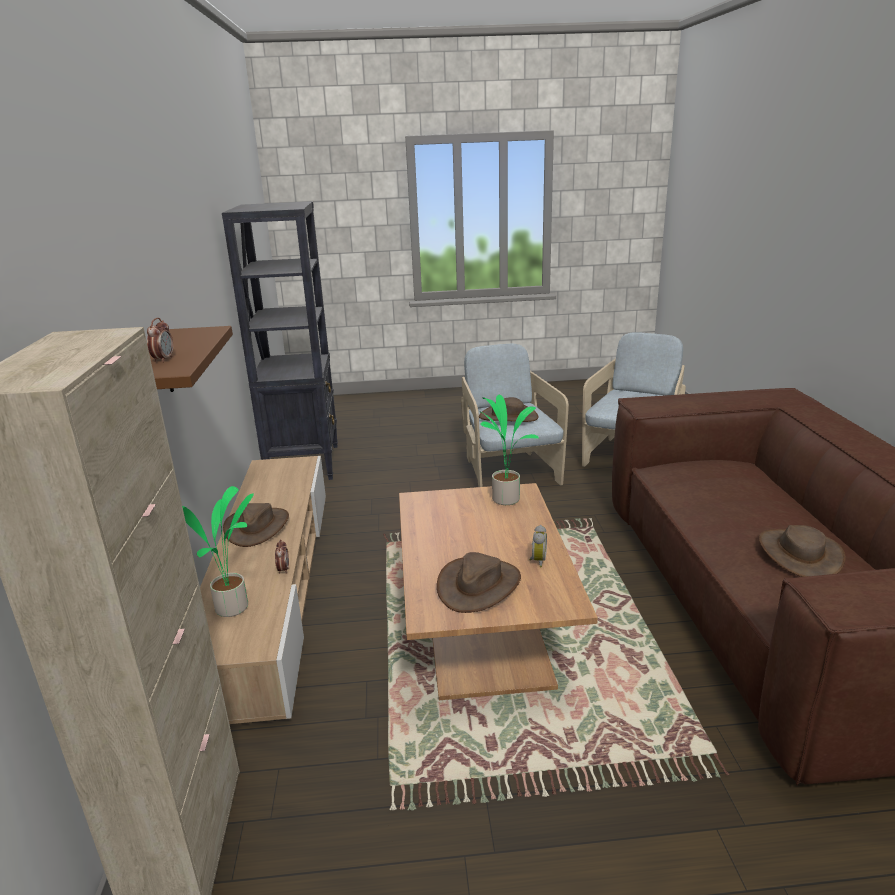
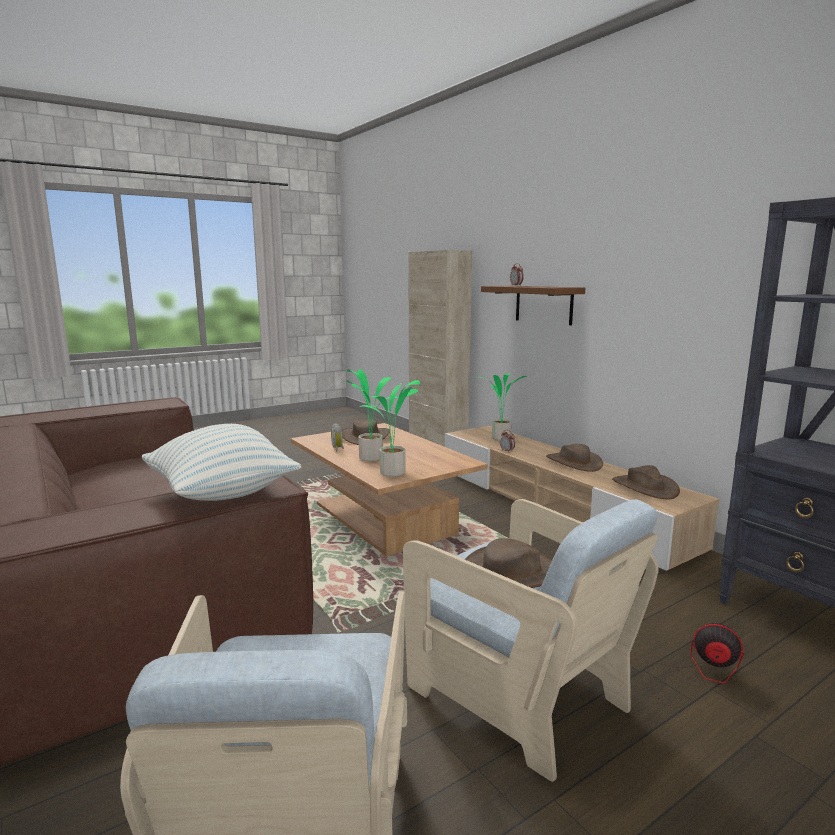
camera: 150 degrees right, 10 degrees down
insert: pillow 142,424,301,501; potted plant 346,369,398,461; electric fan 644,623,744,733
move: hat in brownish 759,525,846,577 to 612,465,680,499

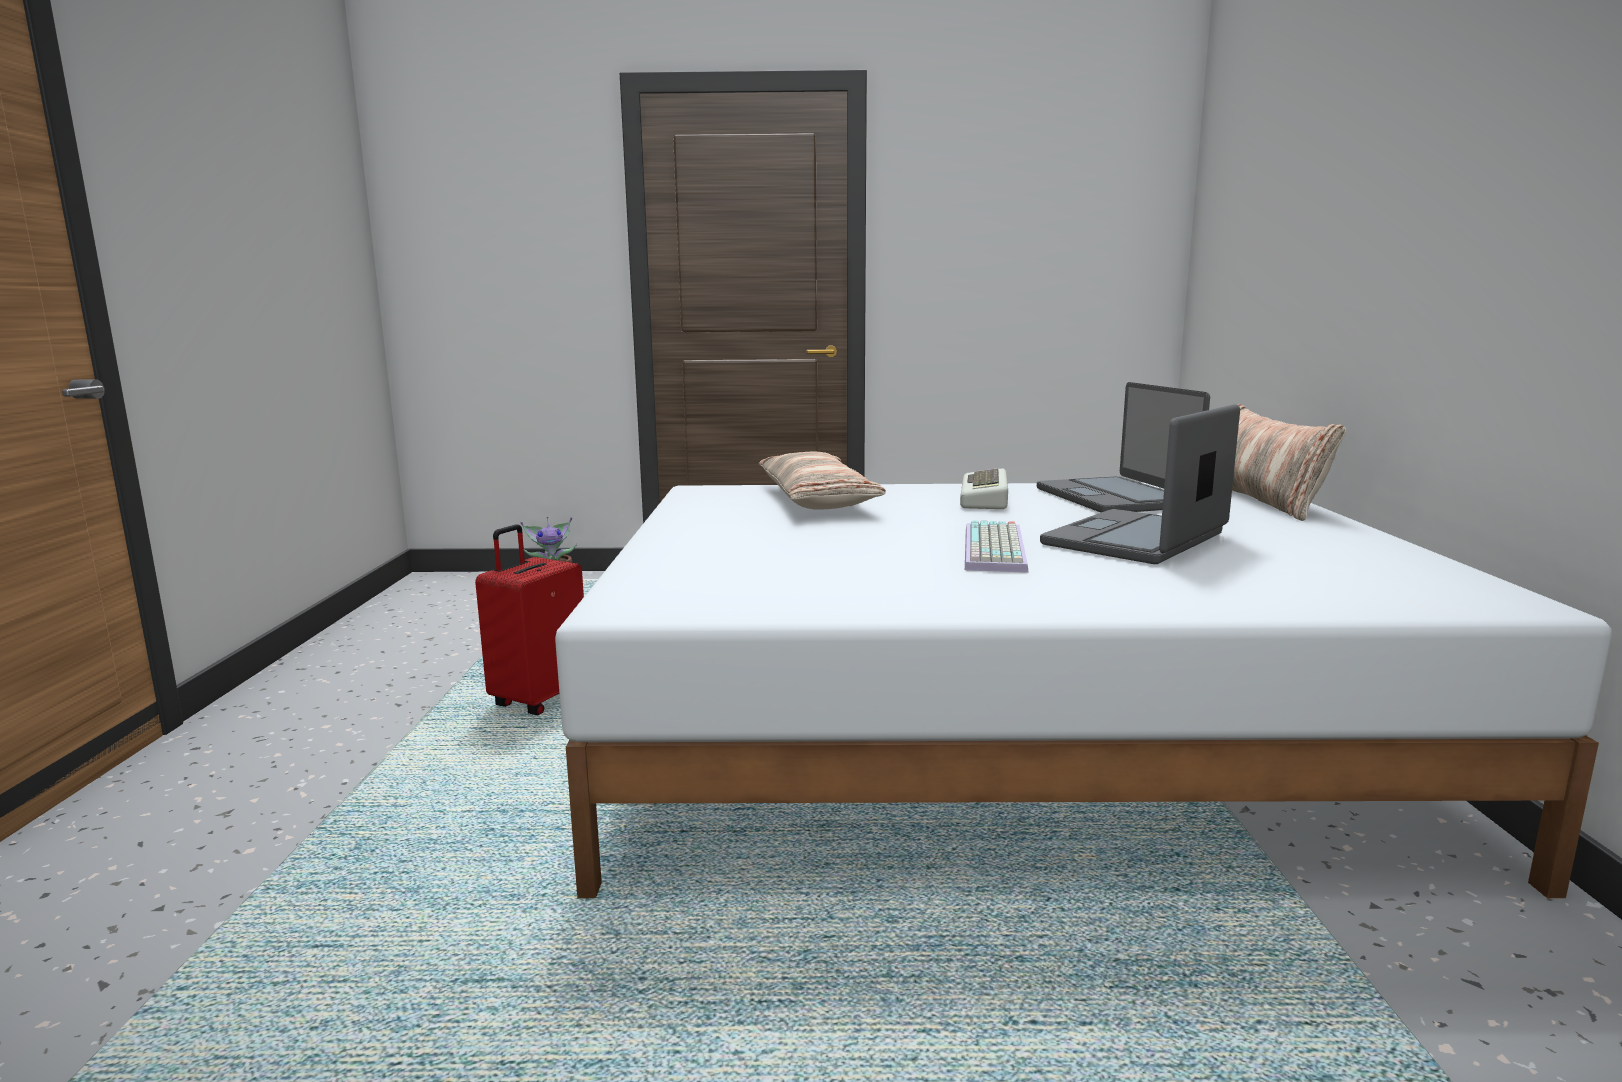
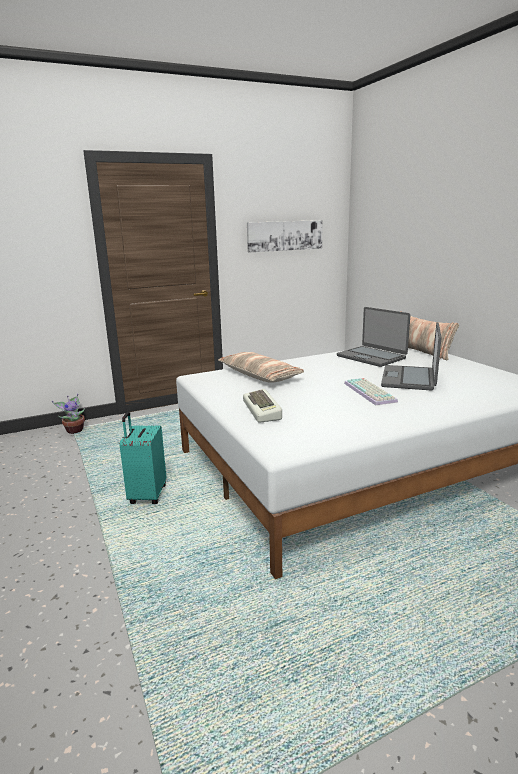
camera: 25 degrees left, 5 degrees up
insert: wall picture 247,220,323,252
move: keyboard 960,468,1008,509 to 243,389,282,423
recolor: suitcase in reddish 475,524,584,715 to suitcase in turquoise 120,412,166,504

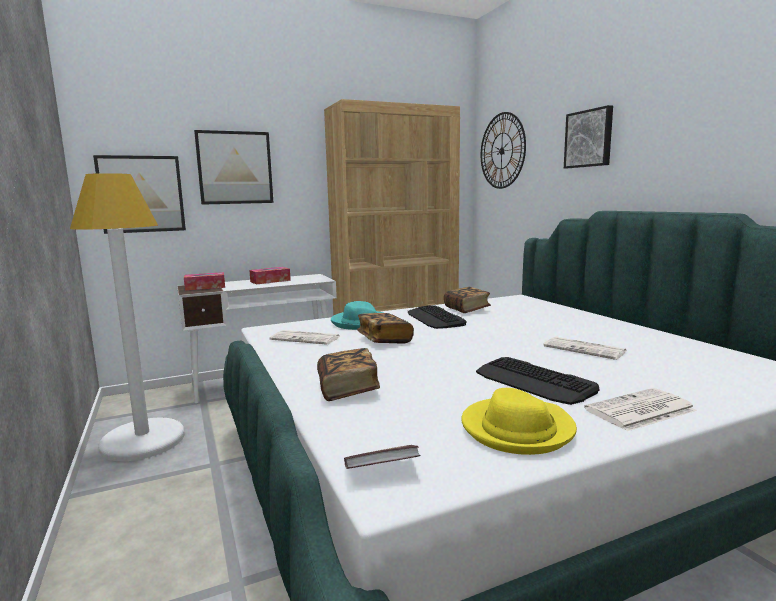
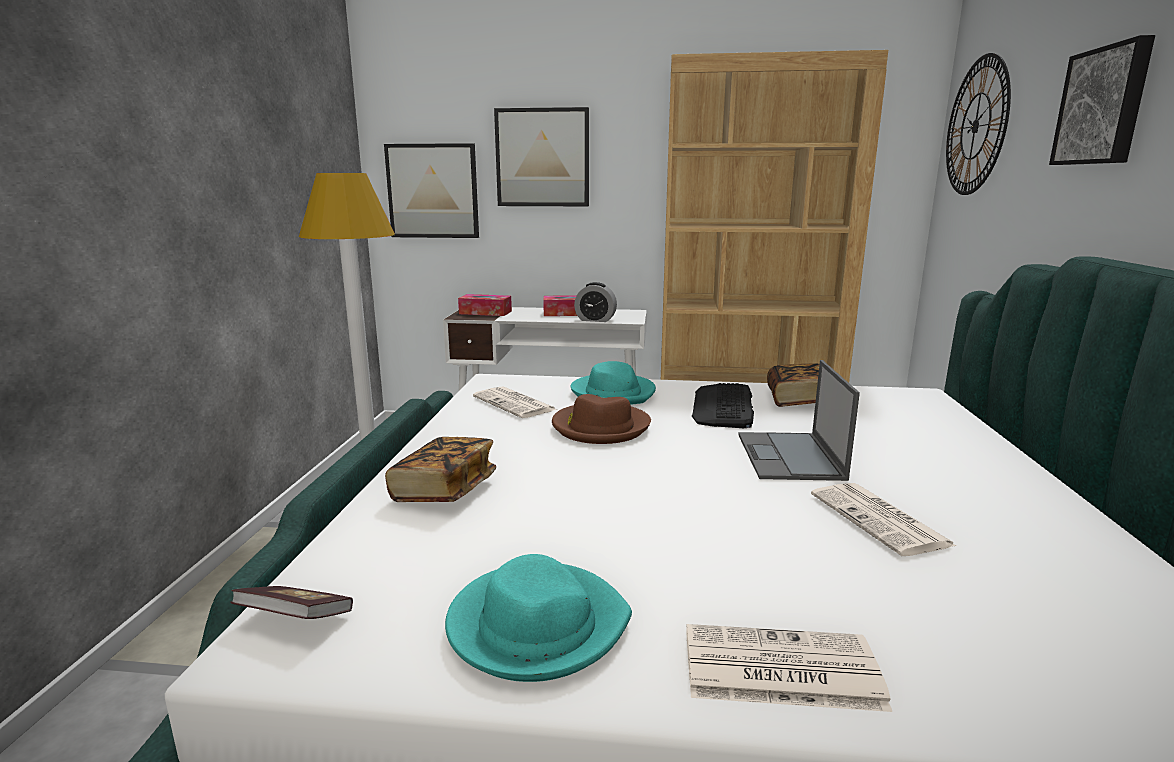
camera: 30 degrees right, 5 degrees up
delete: keyboard 476,357,599,405
insert: alarm clock 574,282,617,322; portable computer 738,360,860,481
replace: bound book 357,313,414,344 to hat in brownish 552,394,651,444
recolor: hat in yellow 461,388,577,455 to hat in turquoise 445,554,632,682

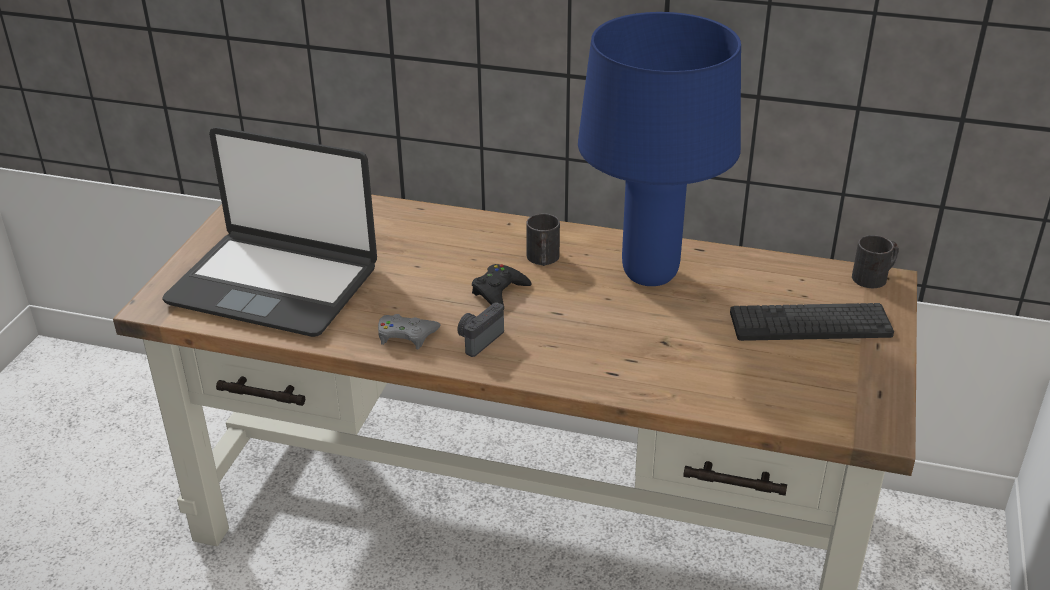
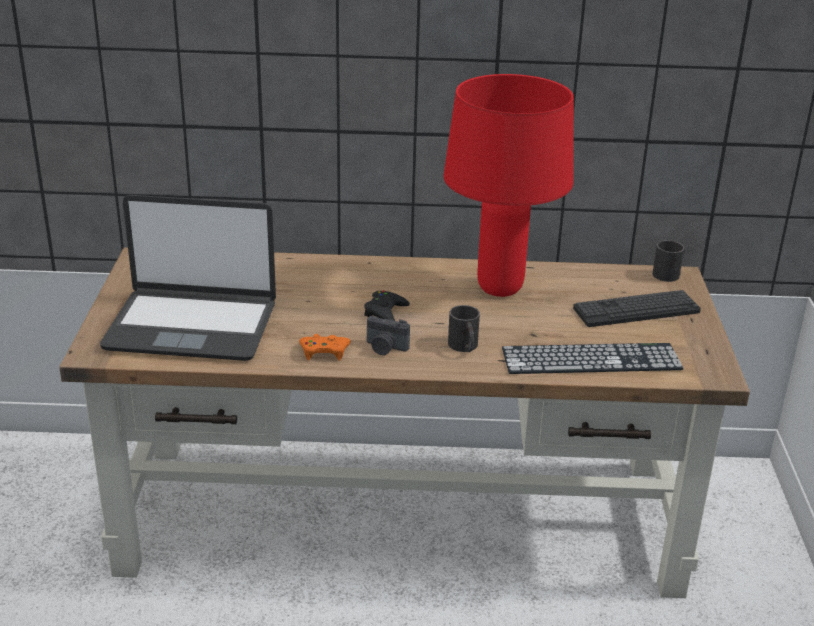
camera: 15 degrees left, 5 degrees down
insert: keyboard 502,343,683,374
move: coffee mug in black-coloured 526,213,560,266 to 448,305,480,352
recolor: joypad in greyish 378,314,441,349 to joypad in orange-coloured 299,334,351,360; table lamp in blue-coloured 578,12,741,286 to table lamp in reddish 443,74,574,297
rotate: photo camera 457,302,504,357 = 367,316,410,355 90 degrees counterclockwise

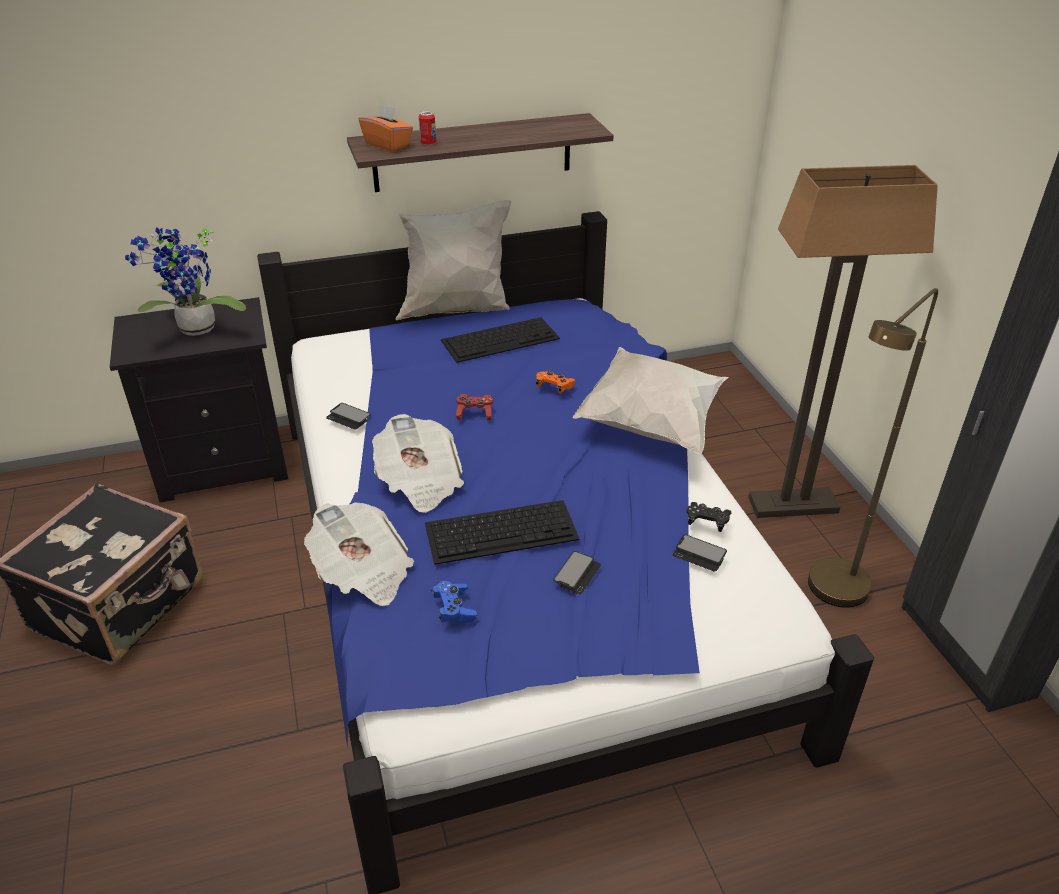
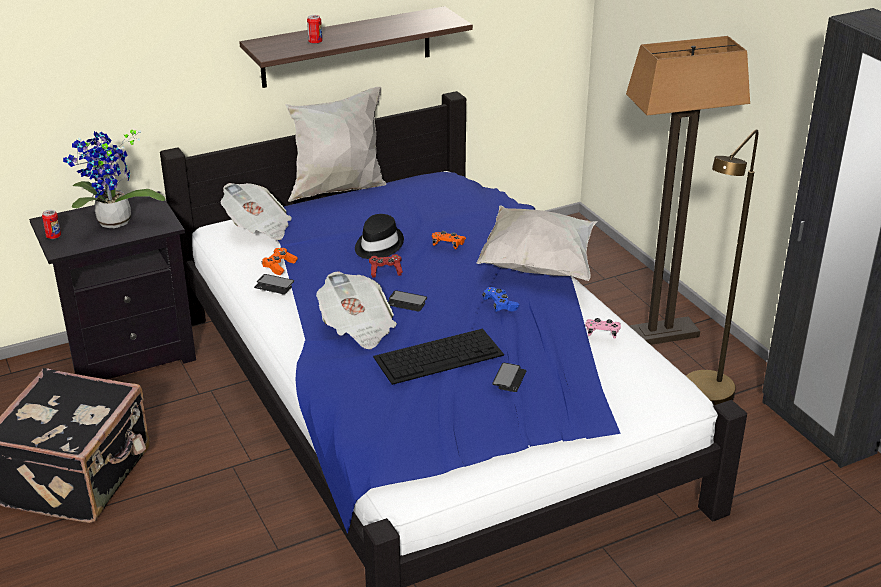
camera: 10 degrees left, 5 degrees down
delete: box of tissues in orange-coloured 359,103,413,152; keyboard 441,317,560,363
insert: metal can 42,210,61,239; joypad in orange-coloured 262,248,298,275; hat in black-coloured 355,214,404,259
move: newspaper 304,502,414,606 to 220,183,292,240; handset 673,534,727,572 to 388,290,427,312; joypad in blue-coloured 431,581,477,623 to 482,287,519,312
recolor: joypad in black-coloured 687,502,731,532 to joypad in pink-coloured 585,318,621,339

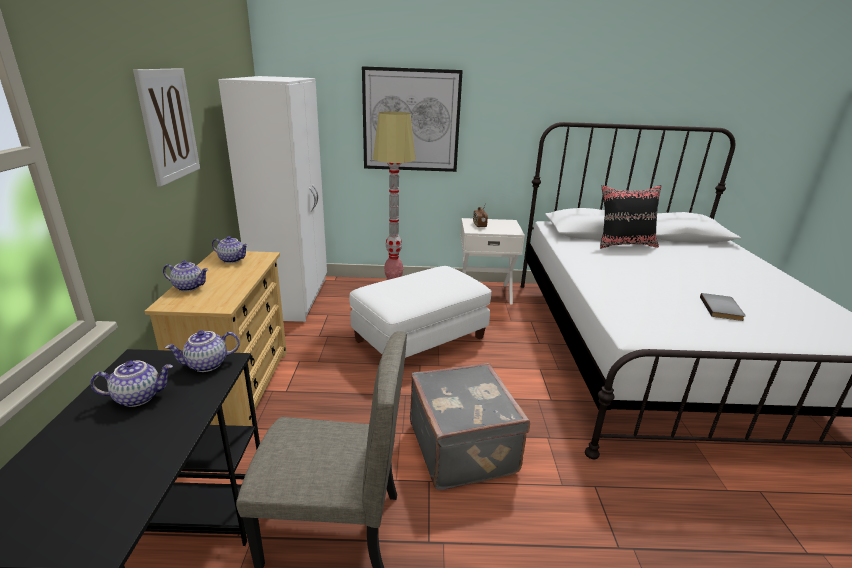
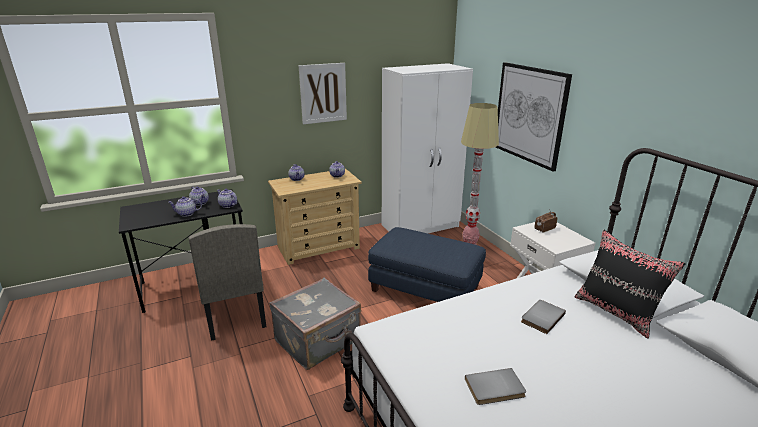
camera: 65 degrees right, 0 degrees up
insert: pot for tea 168,196,202,217; bound book in greyish 521,300,566,334
recolor: ottoman in whitish 349,266,491,358 to ottoman in blue-coloured 368,227,486,302

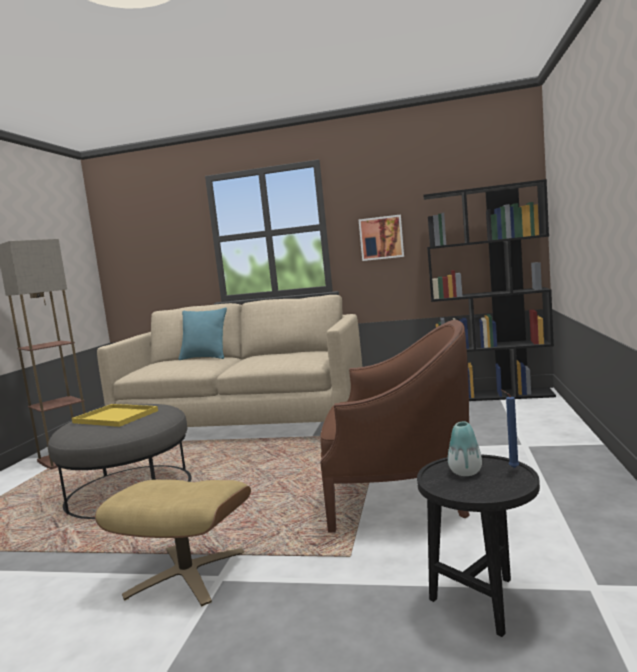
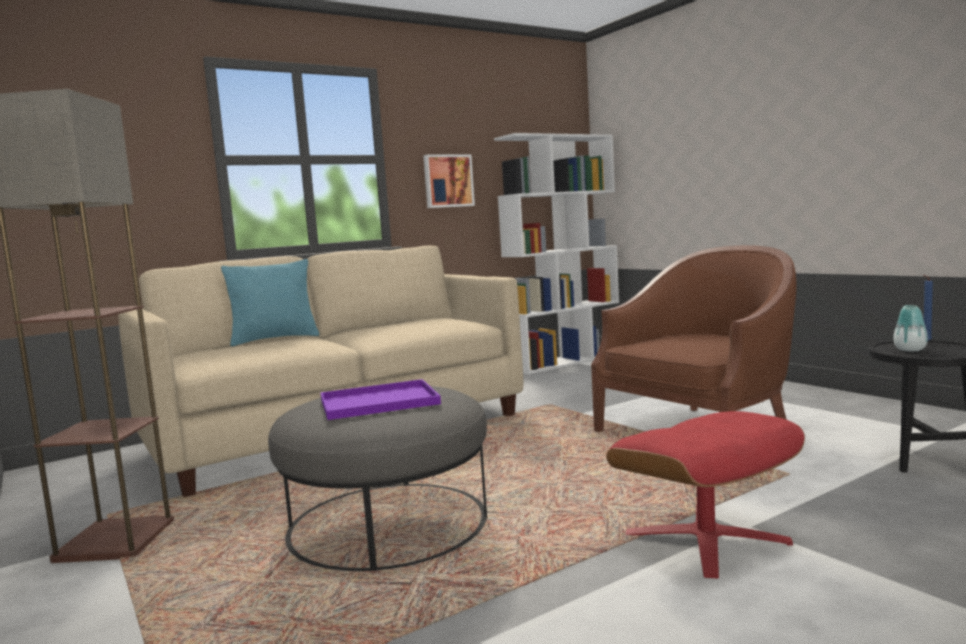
camera: 45 degrees left, 0 degrees up
recolor: carrying tray in yellow 72,404,158,427 to carrying tray in purple-coloured 320,379,441,420; bookcase in black-coloured 423,179,556,401 to bookcase in whitish 494,133,619,375; ottoman in beige-coloured 95,480,251,606 to ottoman in reddish 606,411,805,579

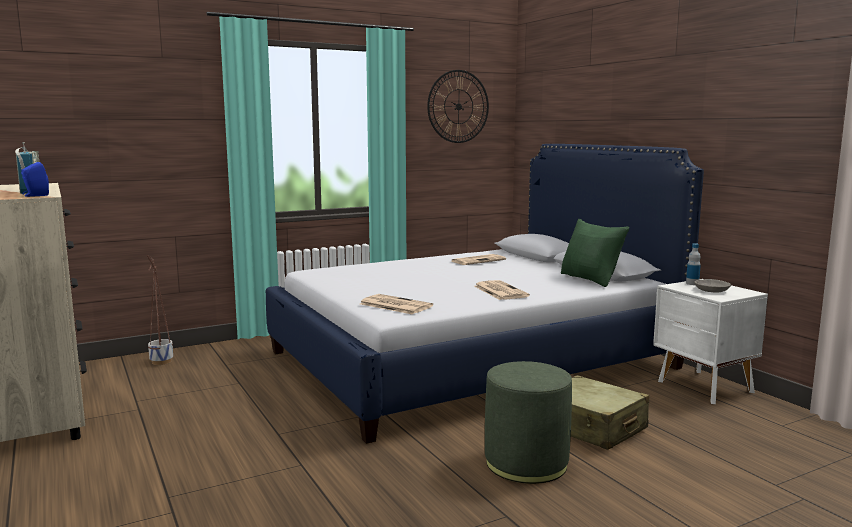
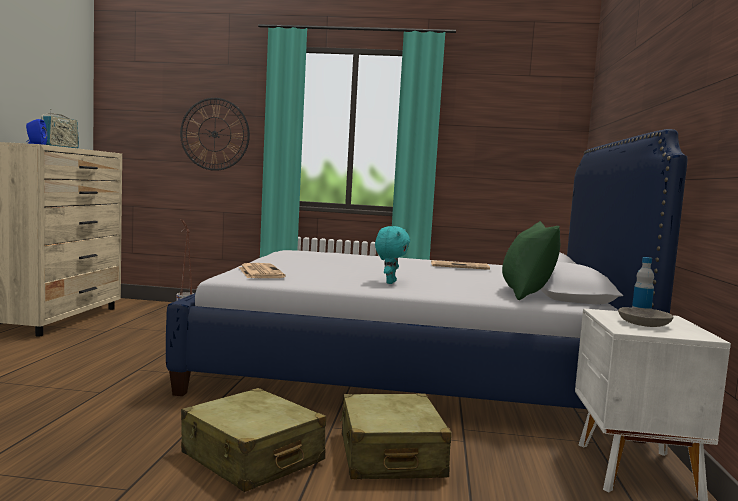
camera: 35 degrees right, 5 degrees down
move: hanging clock 427,70,489,143 to 180,98,250,171
replace: ottoman in green 485,361,572,484 to suitcase in beige-coloured 181,388,326,492; newspaper 474,280,530,300 to cuddly toy in turquoise 375,226,410,284

